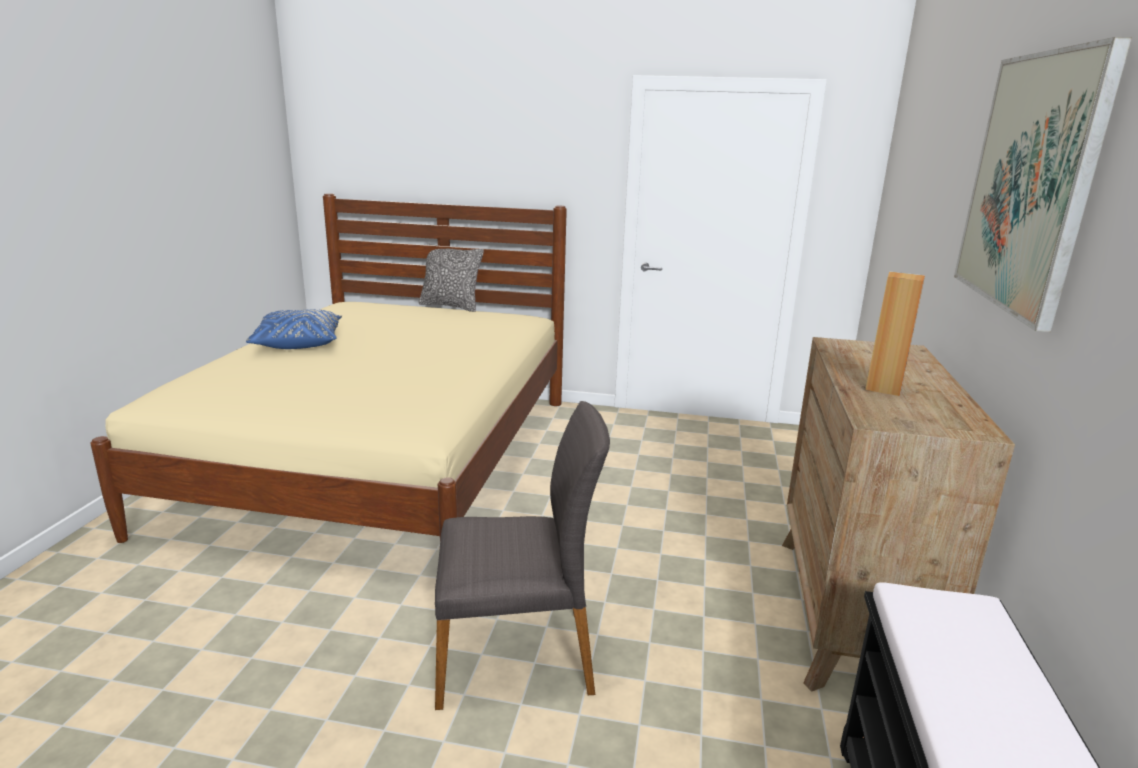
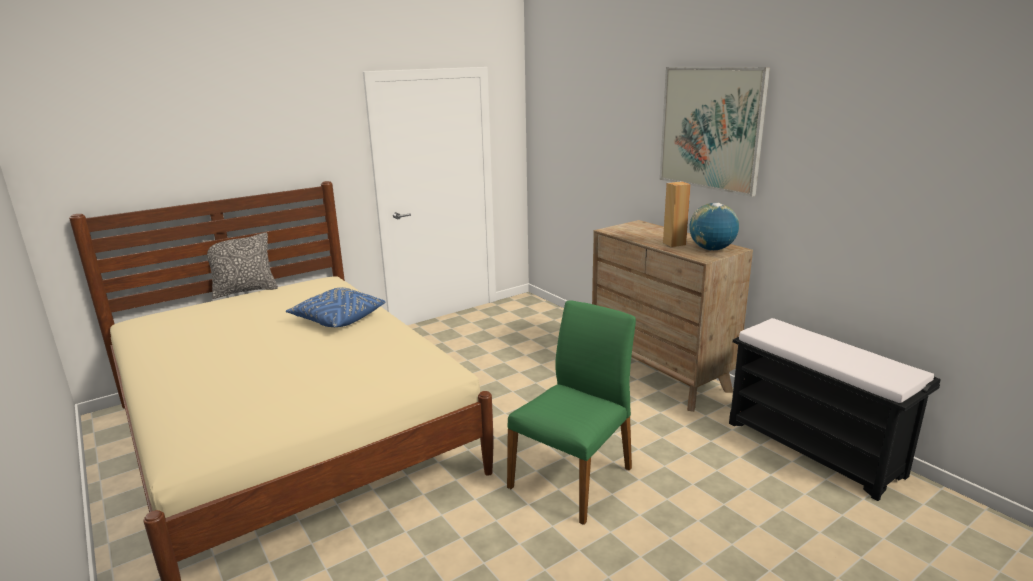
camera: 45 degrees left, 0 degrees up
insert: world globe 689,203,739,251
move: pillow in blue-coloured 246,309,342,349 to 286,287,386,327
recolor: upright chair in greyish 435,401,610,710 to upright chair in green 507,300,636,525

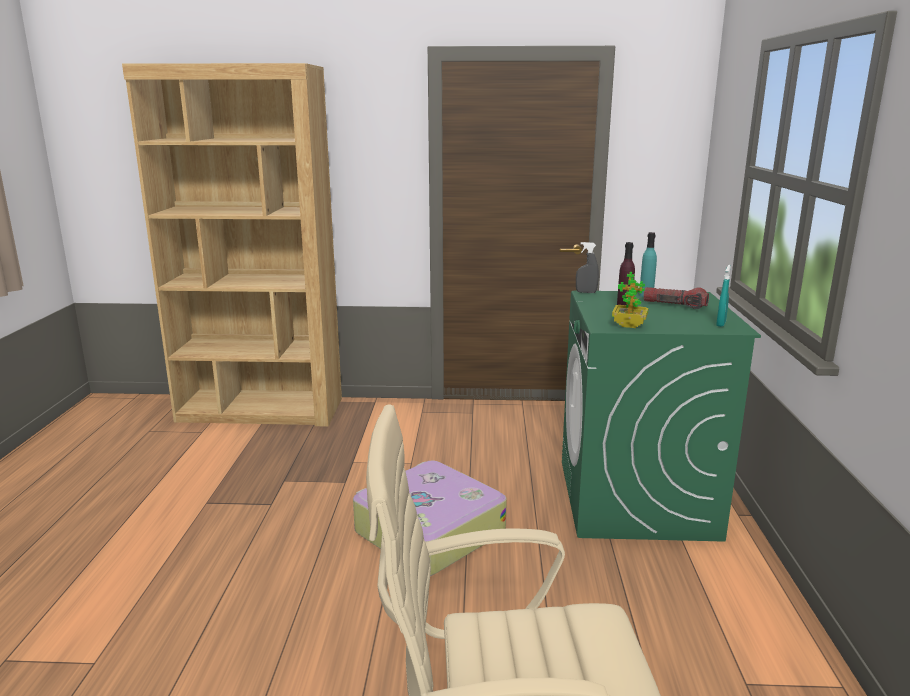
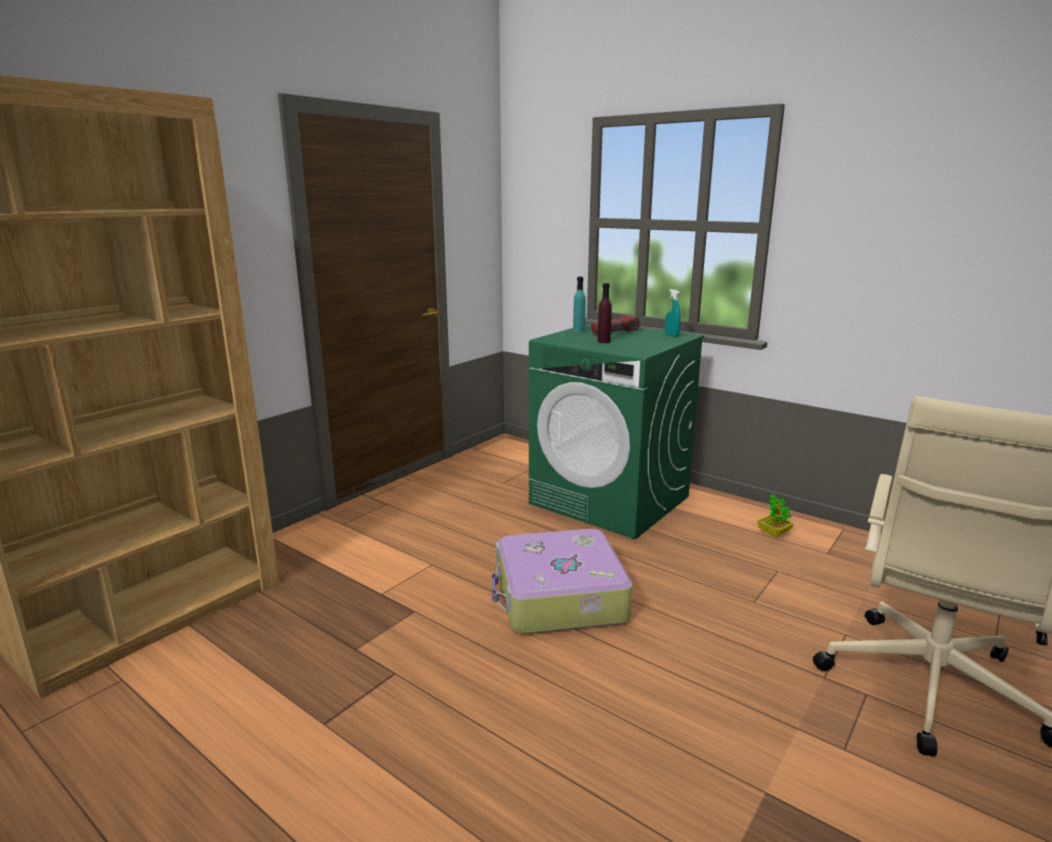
camera: 55 degrees left, 0 degrees up
delete: sprayer in greyish 576,242,599,293
move: potted plant 612,272,649,328 to 757,494,793,537

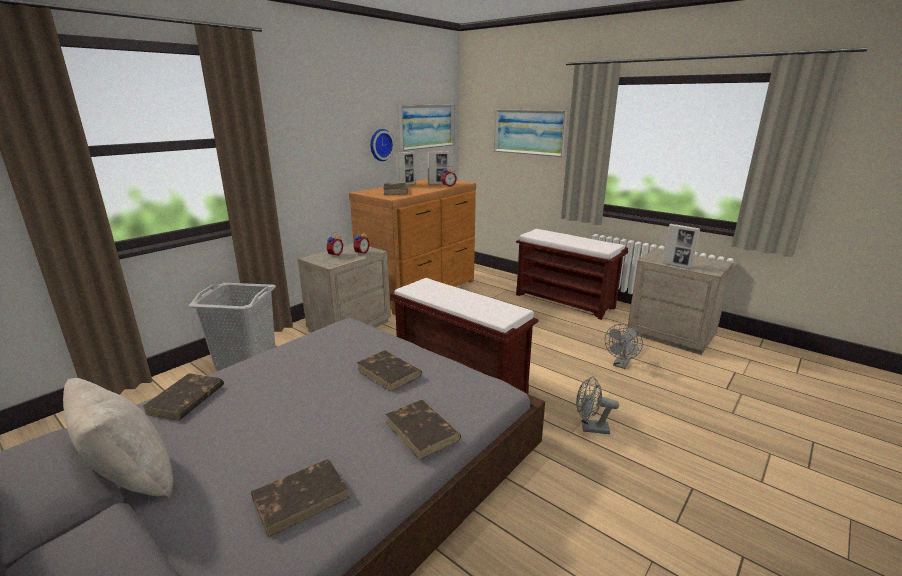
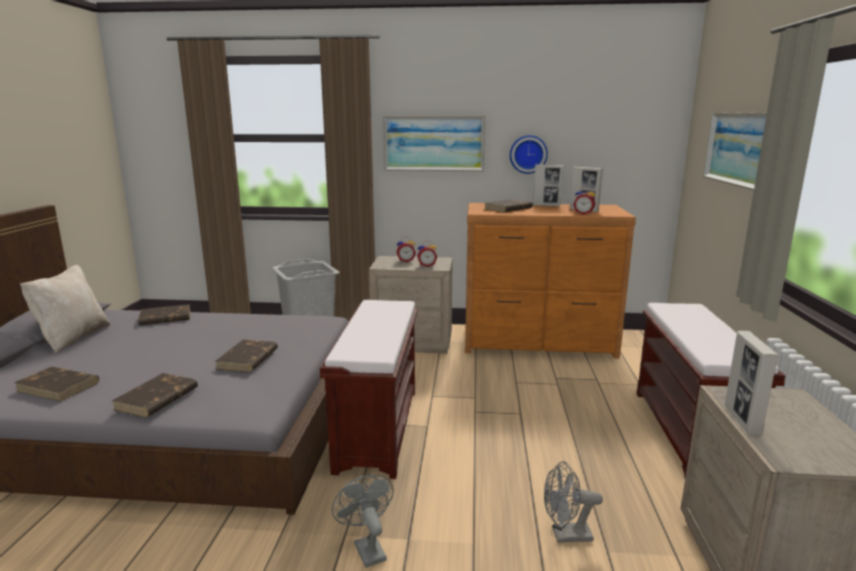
camera: 55 degrees right, 5 degrees down
move: wall picture 399,105,454,151 to 383,116,485,171

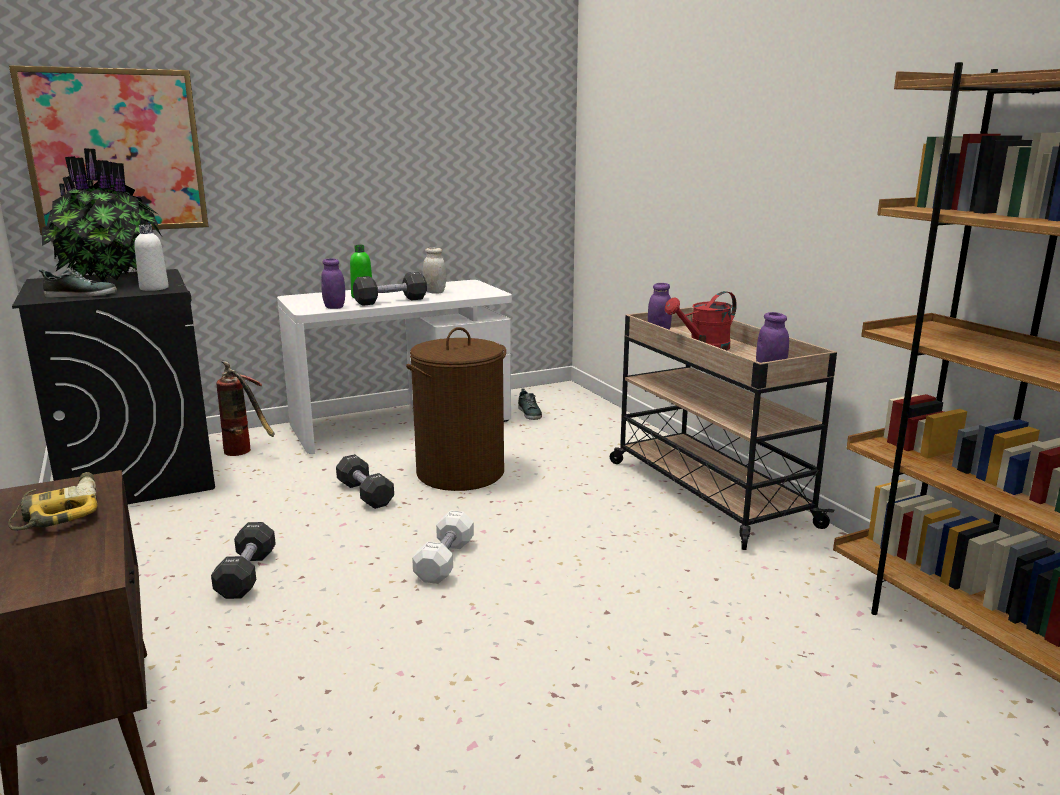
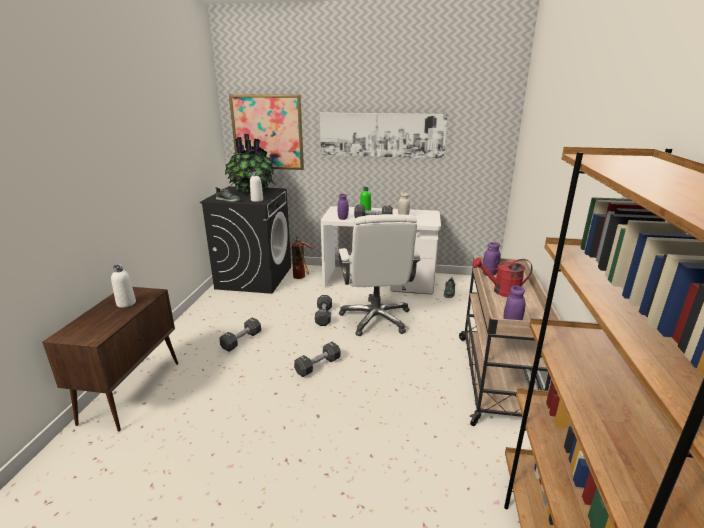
camera: 35 degrees right, 5 degrees up
insert: wall picture 320,112,448,159
replace: power drill 8,472,98,530 to beverage bottle in whitish 111,264,136,308; washing basket in brownish 406,327,506,491 to computer chair in whitish 339,214,421,336
recolor: hand weight in whitish 412,510,474,584 to hand weight in black-coloured 294,342,340,377

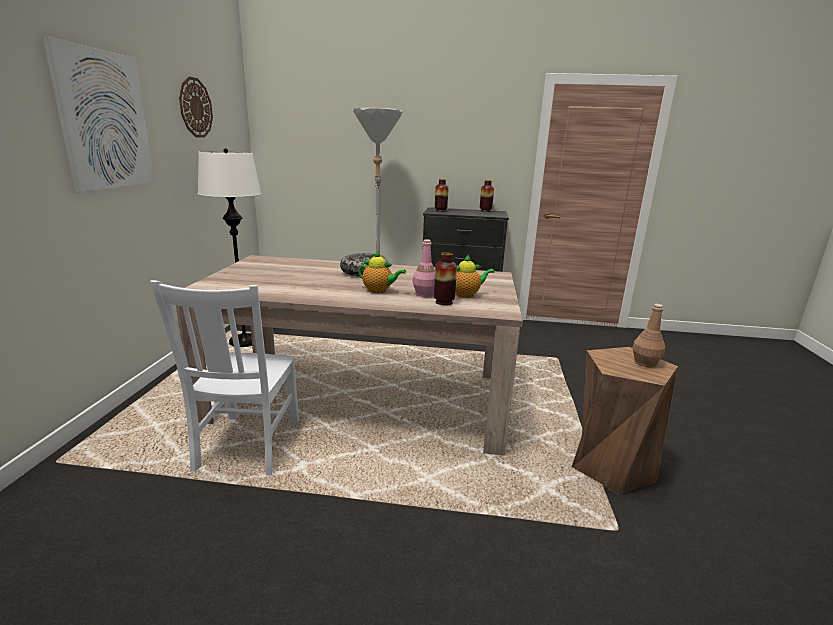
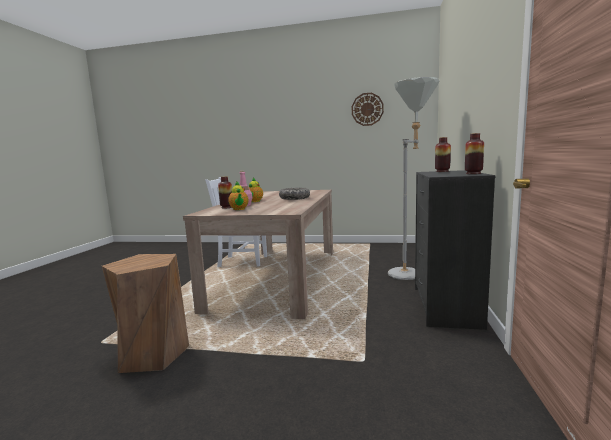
camera: 95 degrees right, 10 degrees down
delete: wall picture 42,36,155,192; floor lamp in whitish 198,148,261,347; beverage bottle in brownish 633,304,666,367

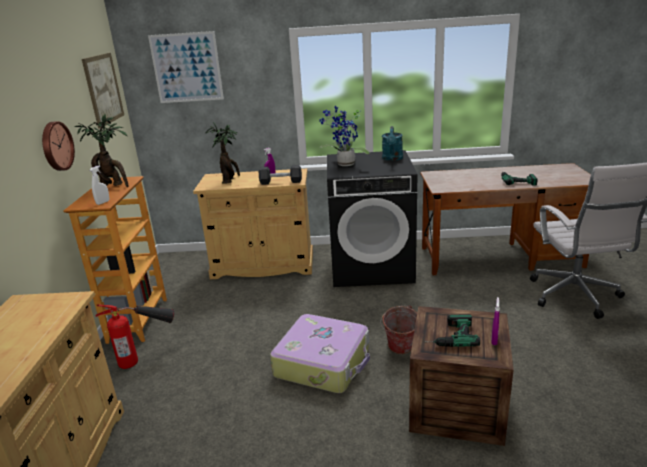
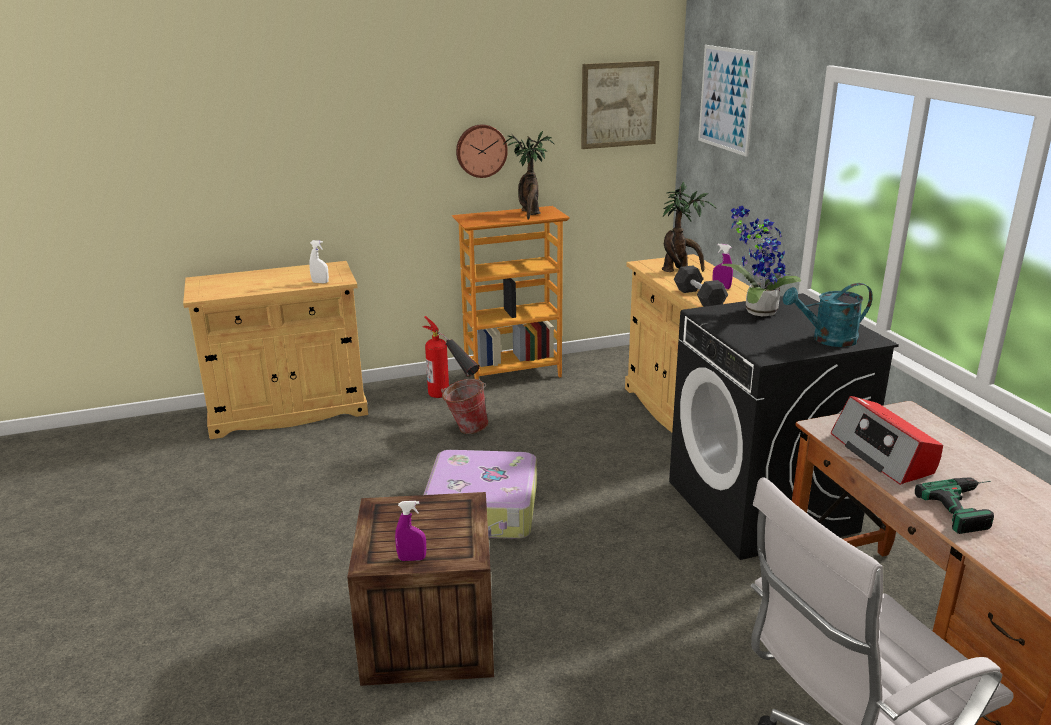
camera: 70 degrees right, 0 degrees up
delete: power drill 432,314,480,347
insert: radio receiver 831,396,943,485
move: sprayer in whitish 90,165,109,205 to 309,240,329,283; bucket 380,305,417,354 to 441,379,489,434

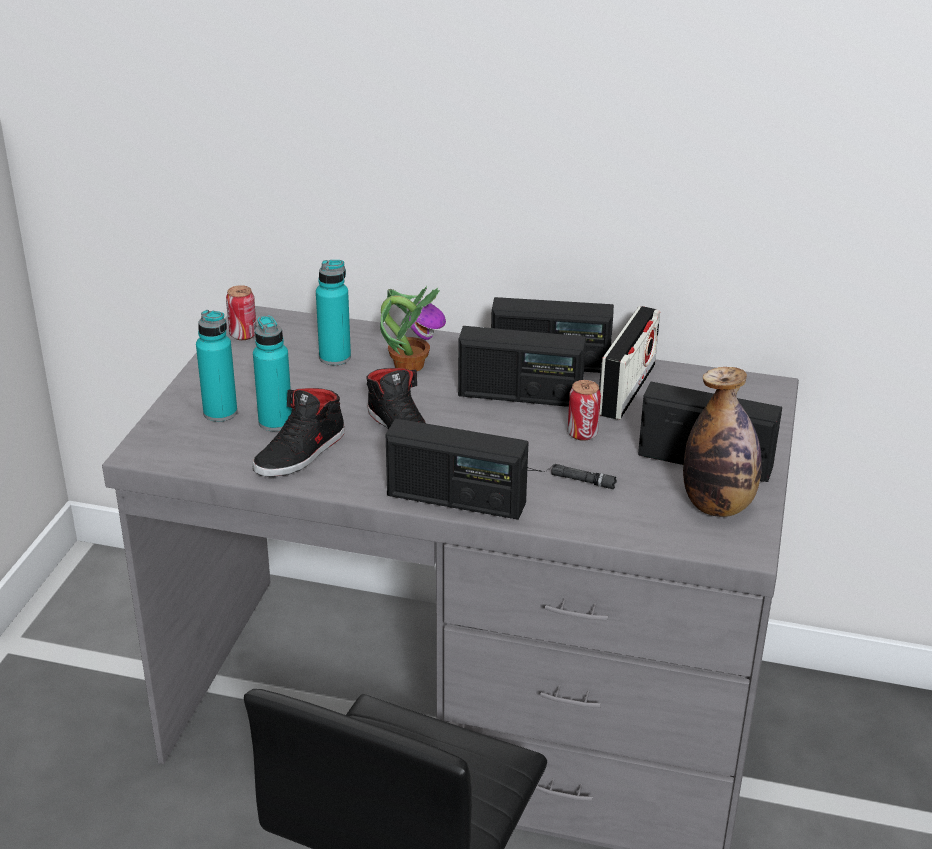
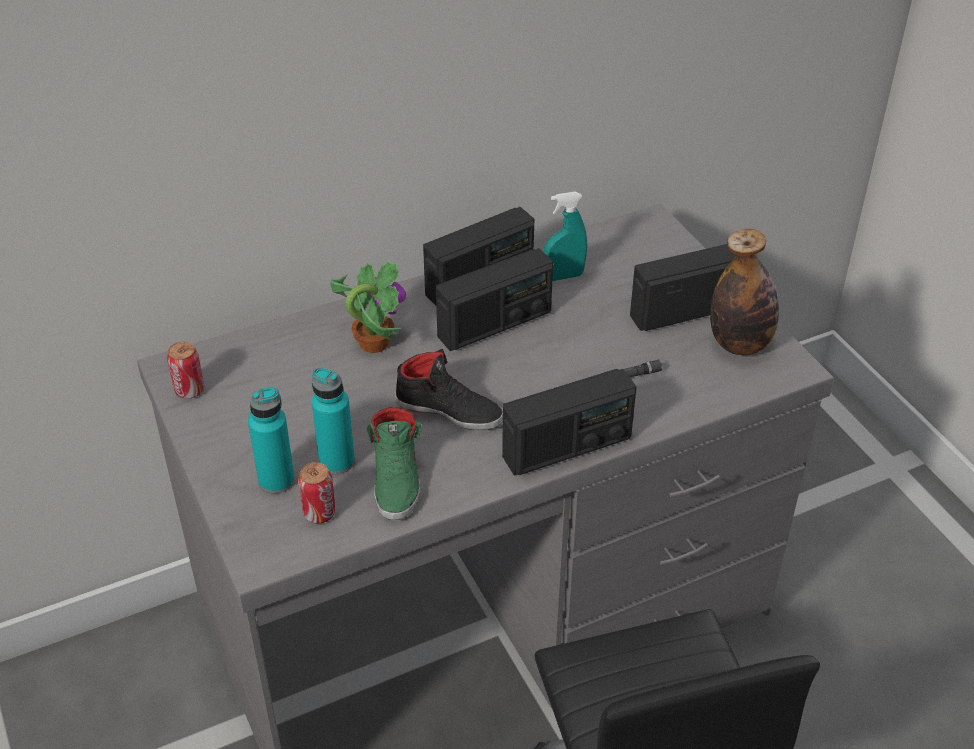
camera: 40 degrees left, 10 degrees up
delete: beverage bottle in turquoise 316,260,351,365
move: metal can 568,380,601,441 to 298,462,336,523
replace: radio receiver 599,306,660,420 to sprayer in turquoise 544,192,587,281
recolor: shoe in black-coloured 253,388,345,477 to shoe in green 366,407,421,520

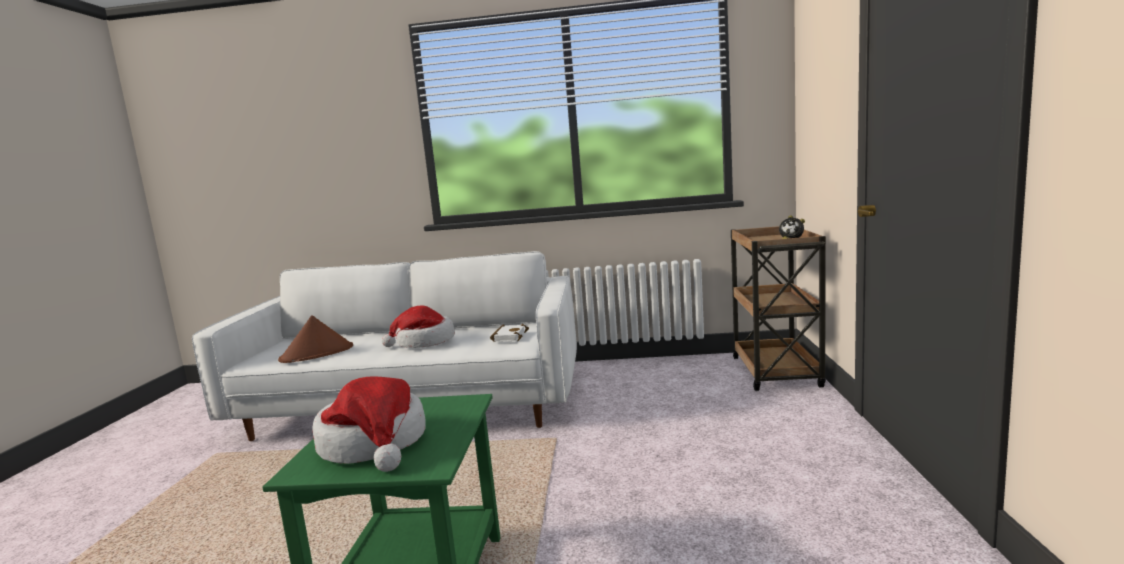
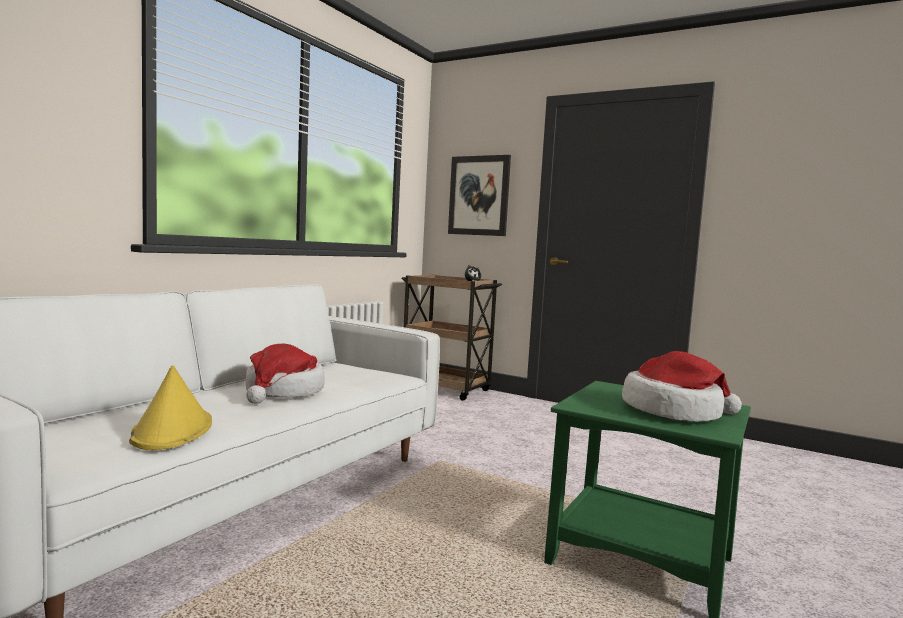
camera: 65 degrees left, 5 degrees down
delete: bound book in whitish 490,324,529,342
insert: wall picture 448,155,511,236
recolor: hat in brownish 278,315,353,363 to hat in yellow 129,365,212,450

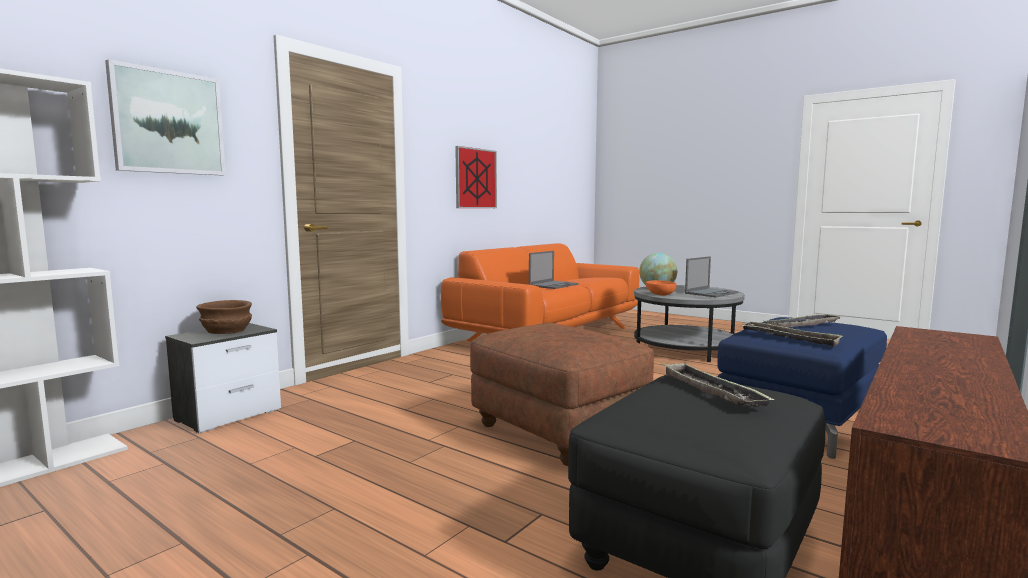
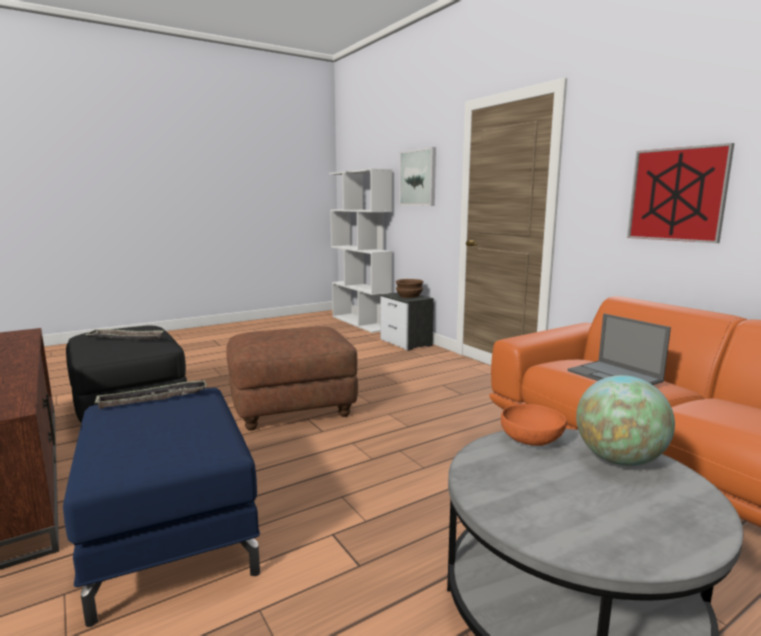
camera: 110 degrees right, 5 degrees up
delete: portable computer 685,256,739,297; carrying tray 763,314,840,327

